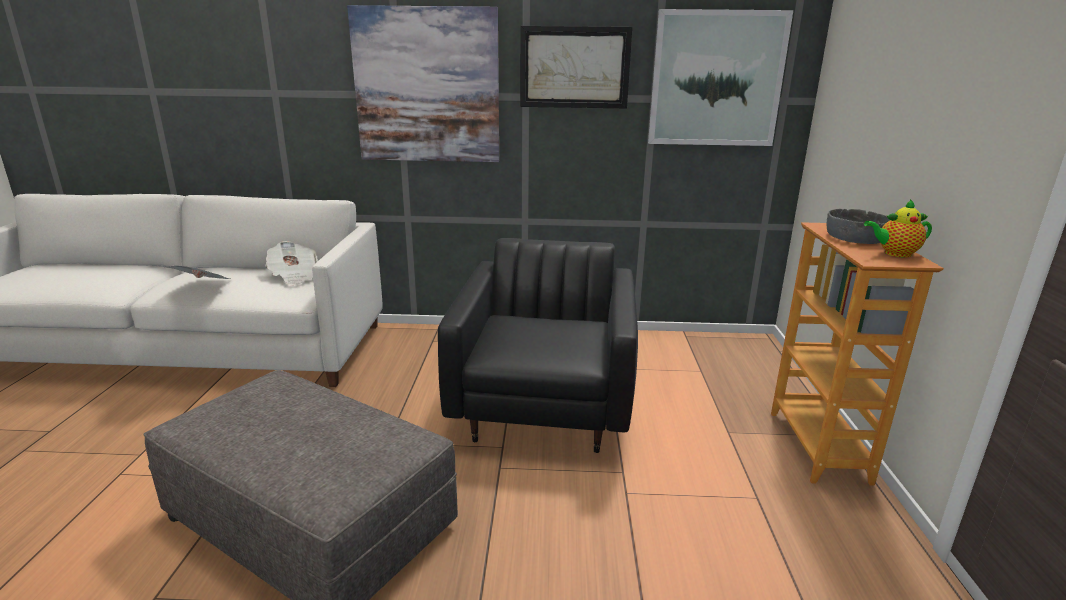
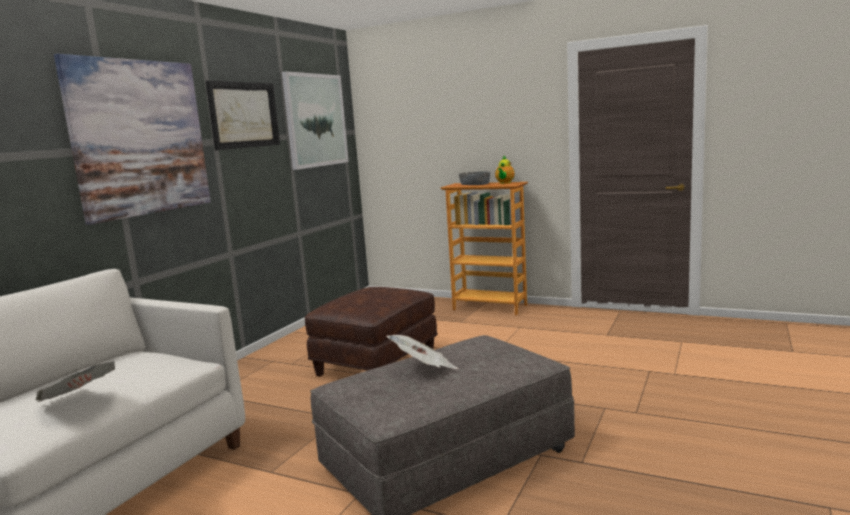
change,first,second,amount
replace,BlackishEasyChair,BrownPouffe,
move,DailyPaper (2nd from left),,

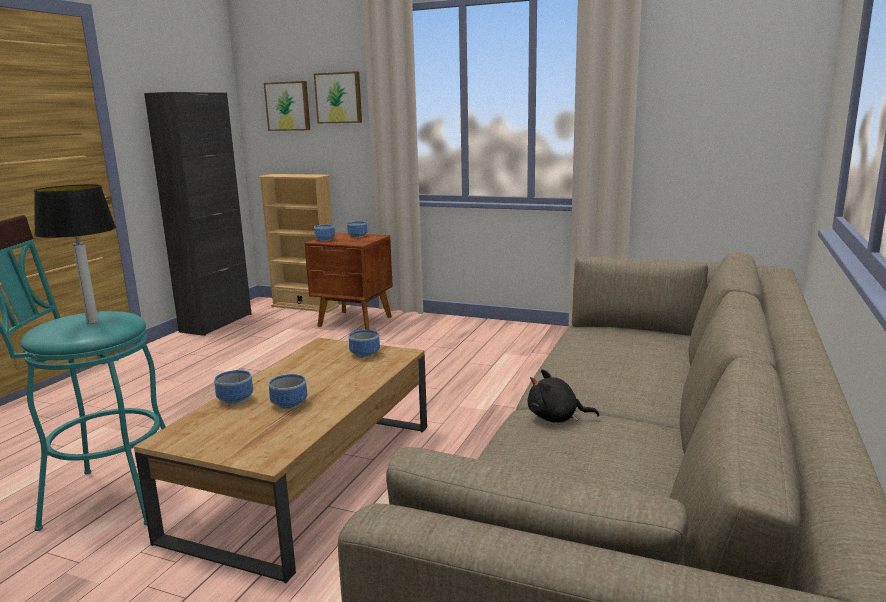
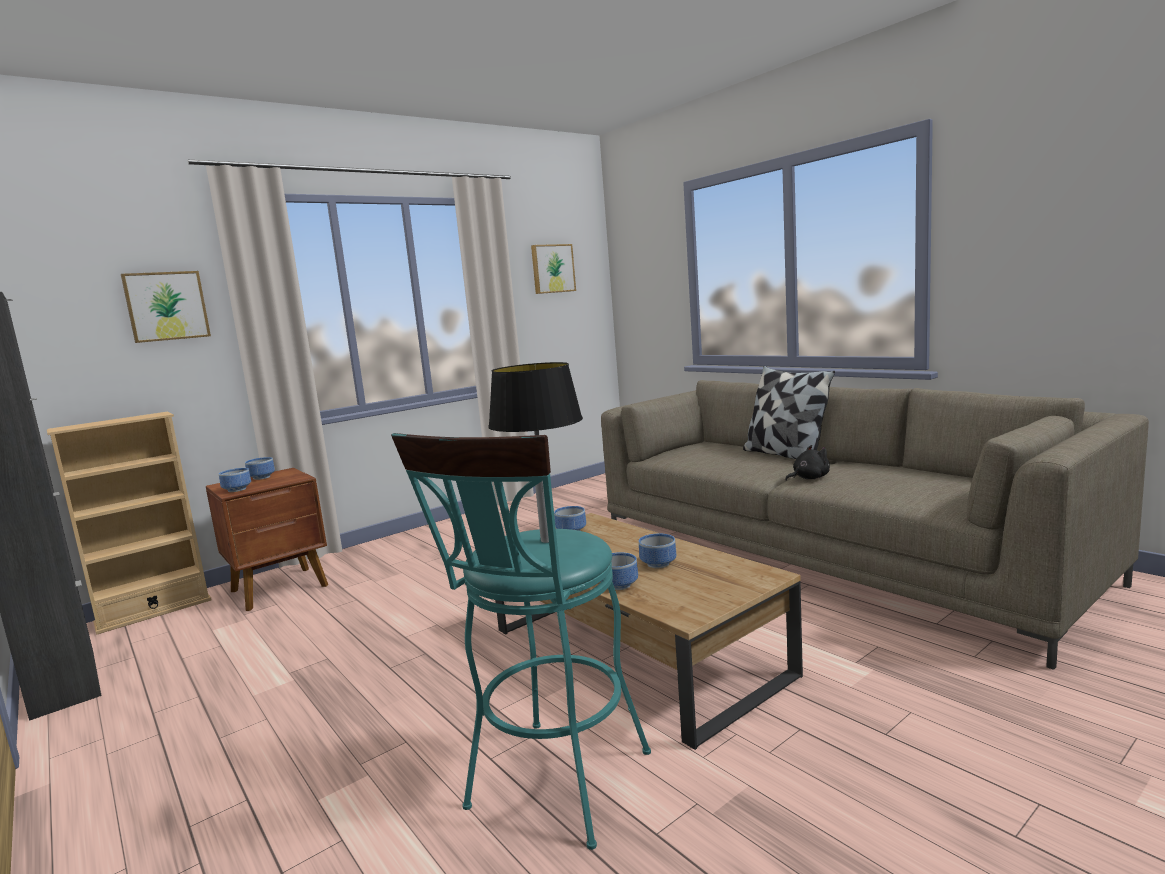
change,first,second,amount
move,WallPicture (1st from left in the first image),WallPicture (2nd from left),
rotate,BlackishSoftToy,,150 degrees counterclockwise
insert,,ThrowPillow,

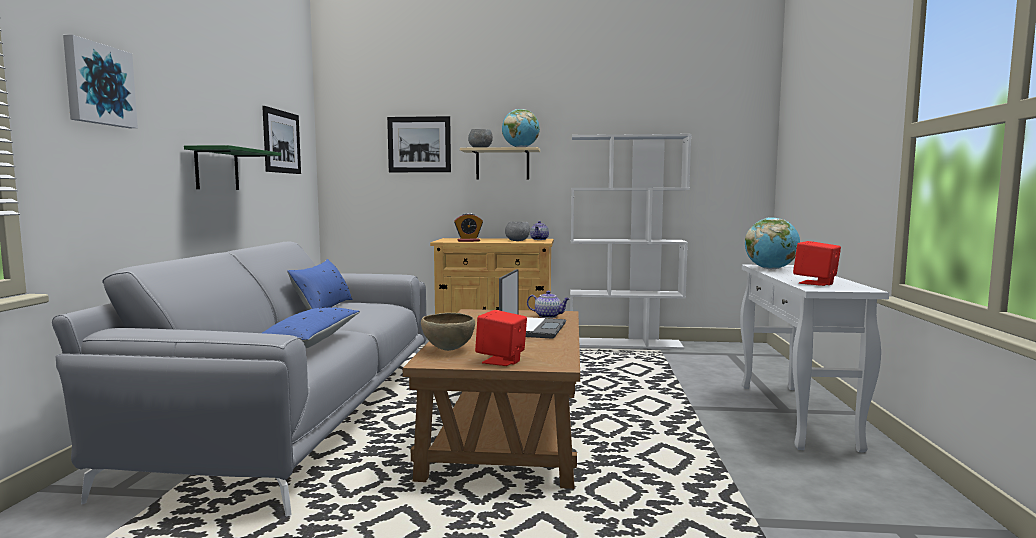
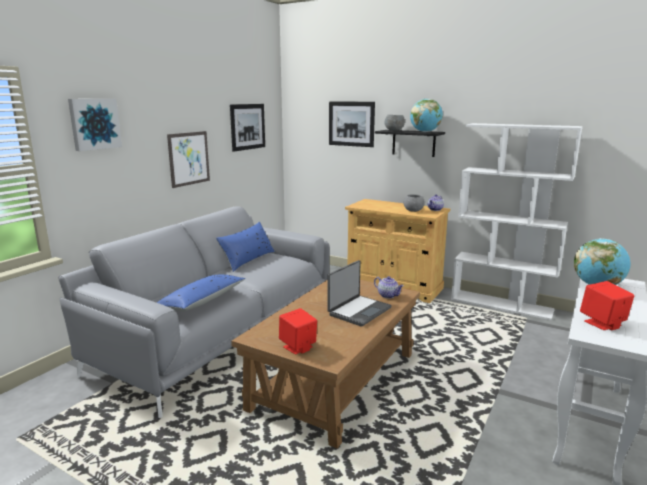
change,first,second,amount
replace,GreenishBracketShelf,WallPicture (2nd from left),
recolor,BeigeColouredBracketShelf,BlackishBracketShelf,
delete,AlarmClock,,
delete,BrownServingBowl,,

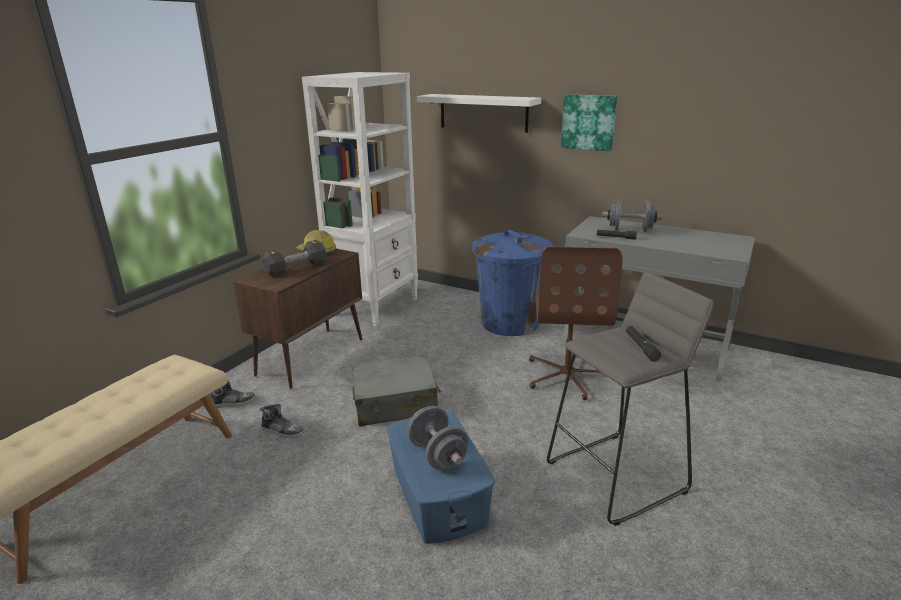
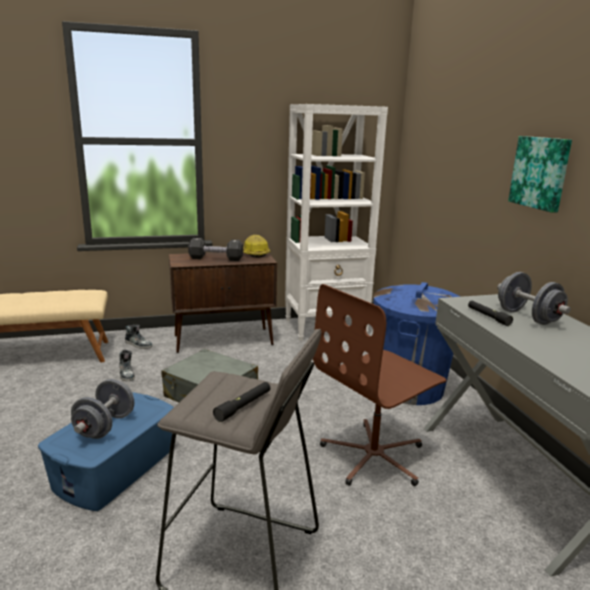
change,first,second,amount
delete,WhiteColouredBracketShelf,,

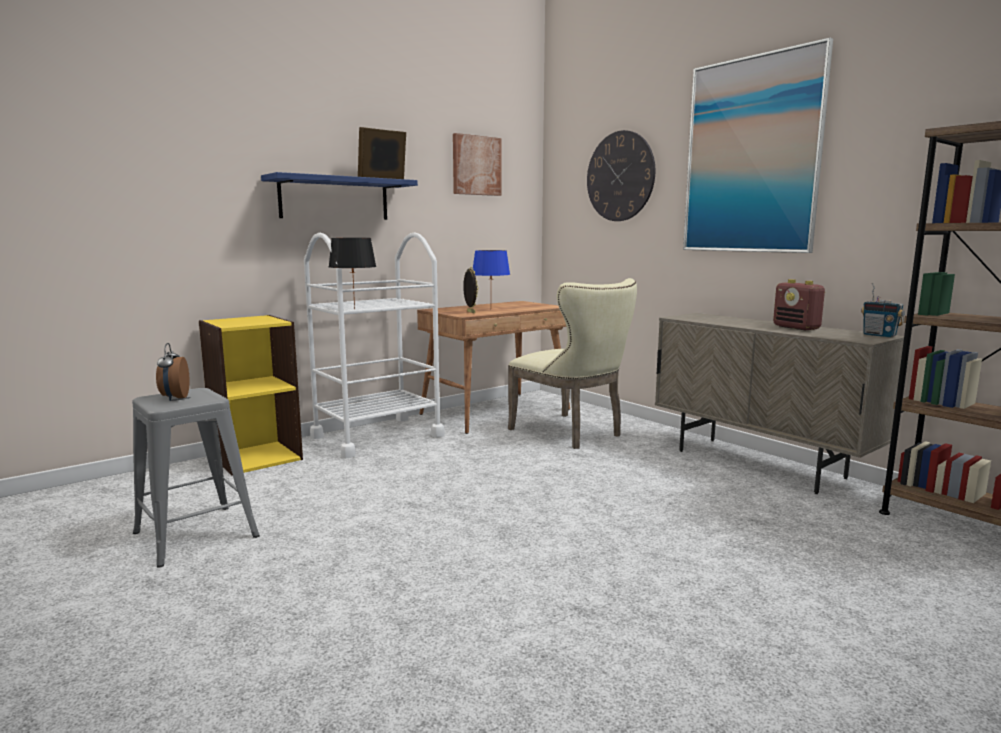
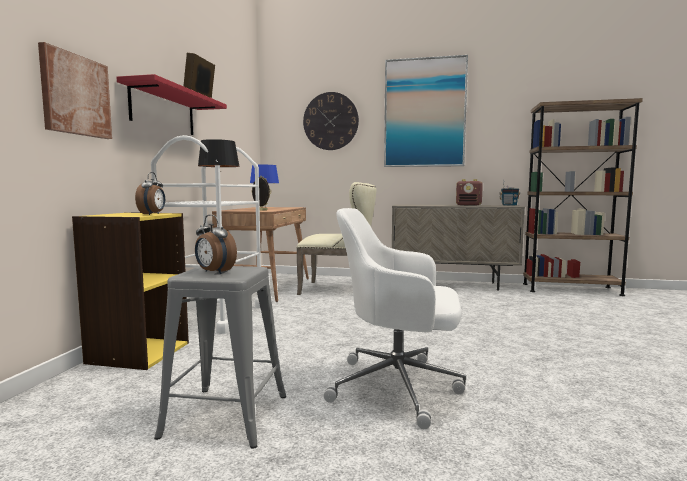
change,first,second,amount
move,WallPicture (1st from left),,
recolor,BluishBracketShelf,RedColouredBracketShelf,
insert,,AlarmClock (1st from left),
insert,,WhiteColouredComputerChair,

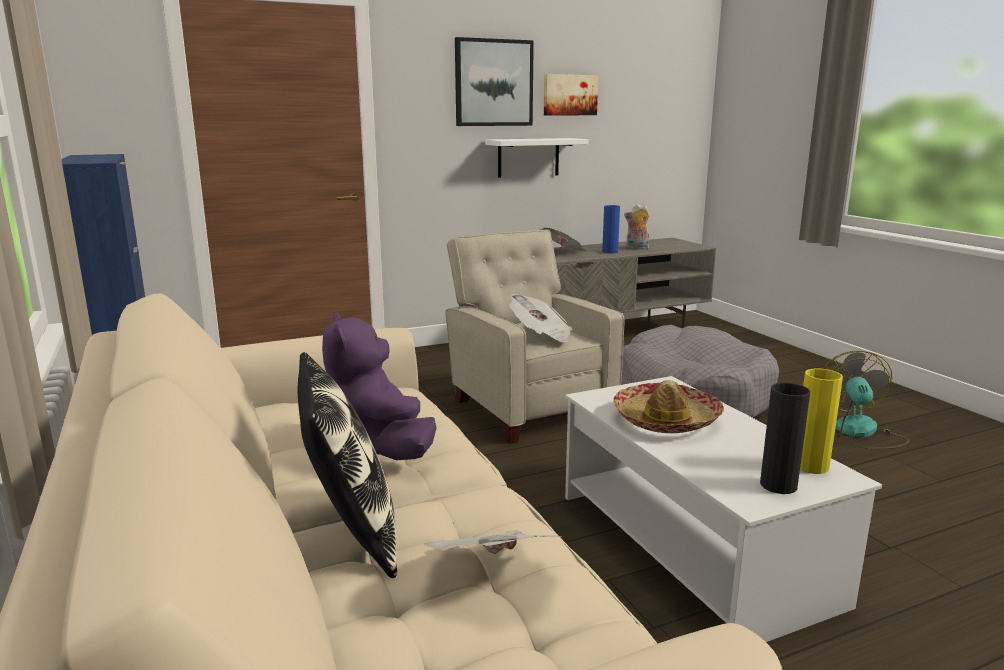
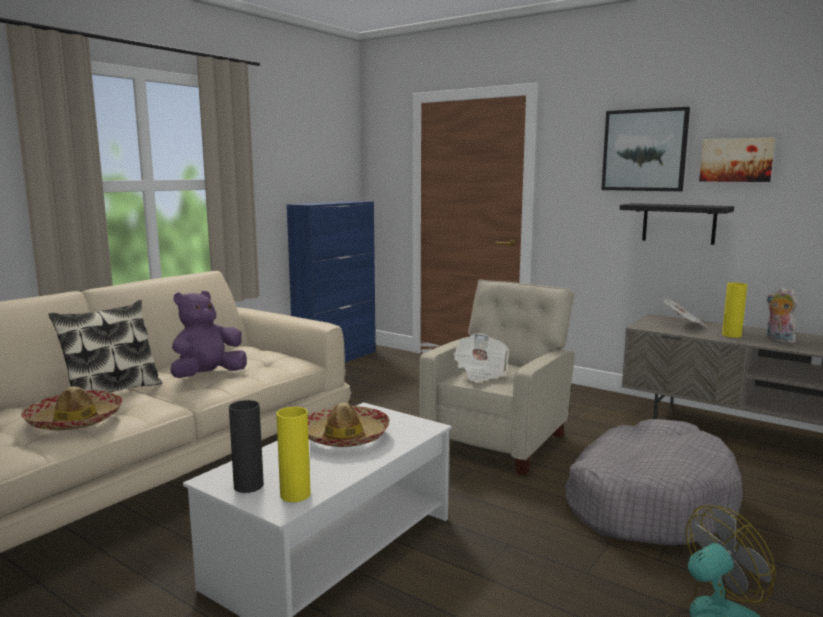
change,first,second,amount
recolor,WhiteColouredBracketShelf,BlackishBracketShelf,
recolor,BluishFlowerVase,YellowFlowerVase (2nd from left),
replace,DailyPaper (1st from left),Hat (1st from left),

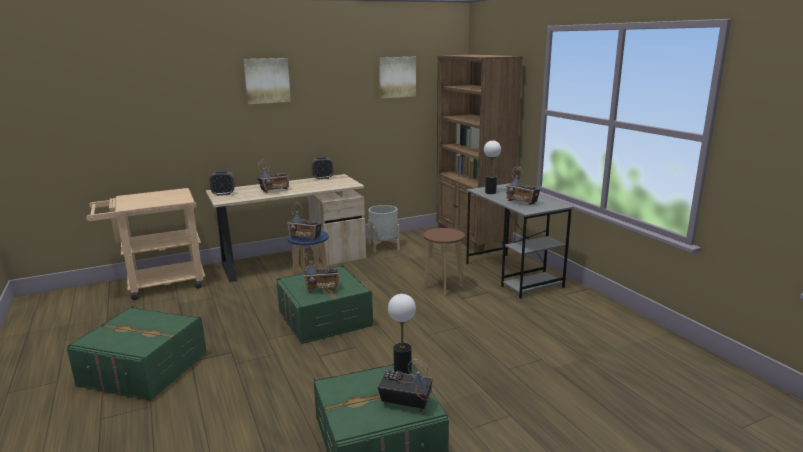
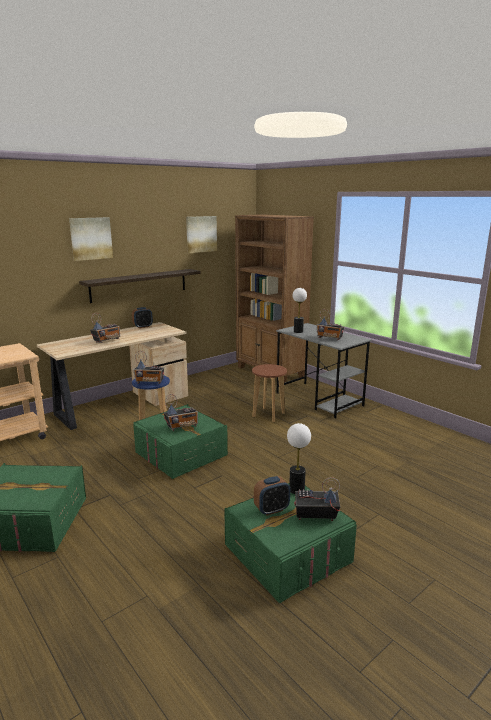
change,first,second,amount
move,AlarmClock (1st from left in the first image),AlarmClock (2nd from left),
delete,GrayFlowerPot,,
insert,,BracketShelf,

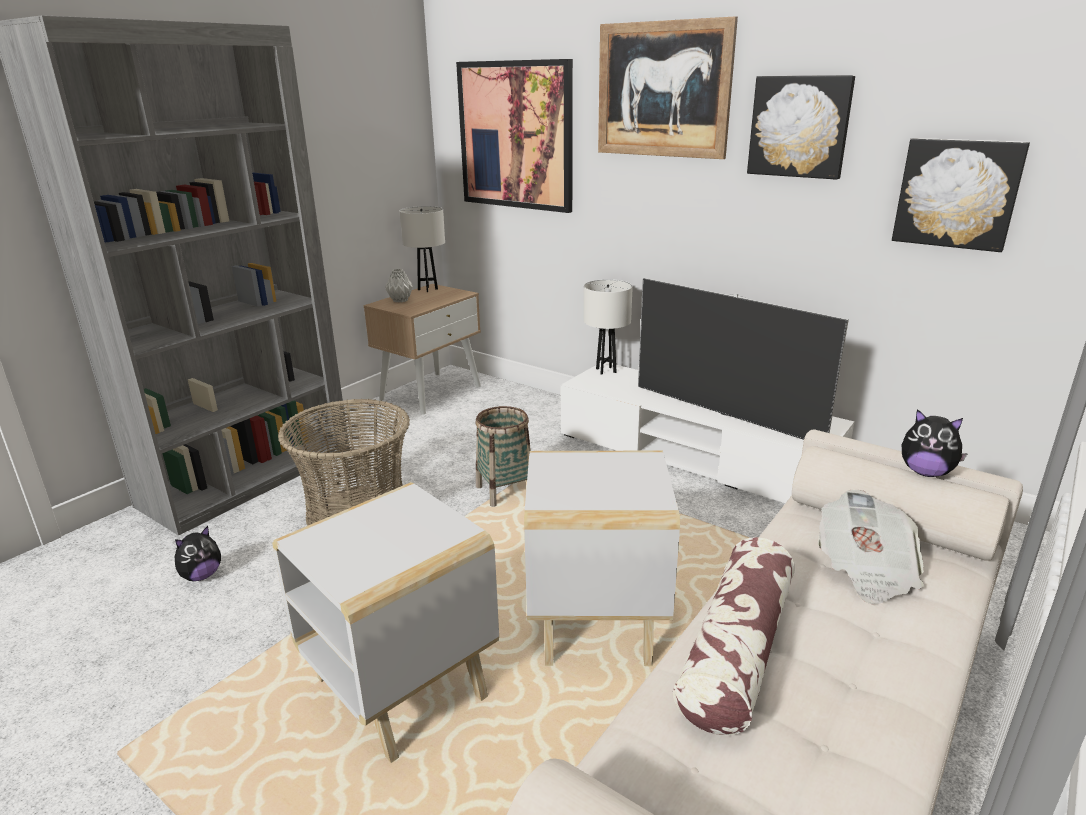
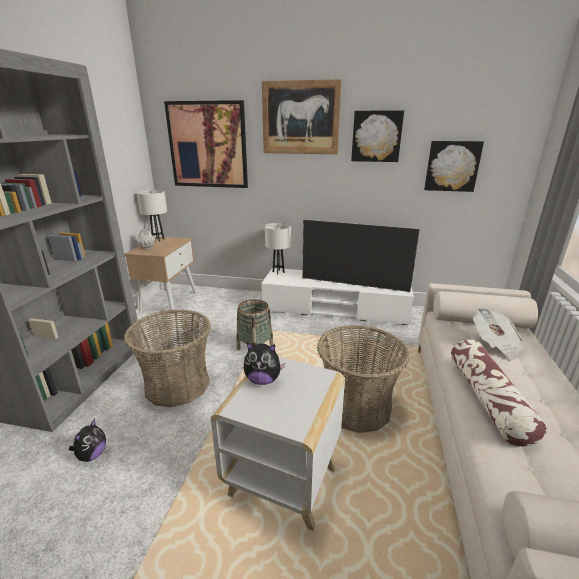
change,first,second,amount
move,SoftToy (2nd from left),,
replace,WhiteColouredEndTable (2nd from left),Basket (3rd from left),

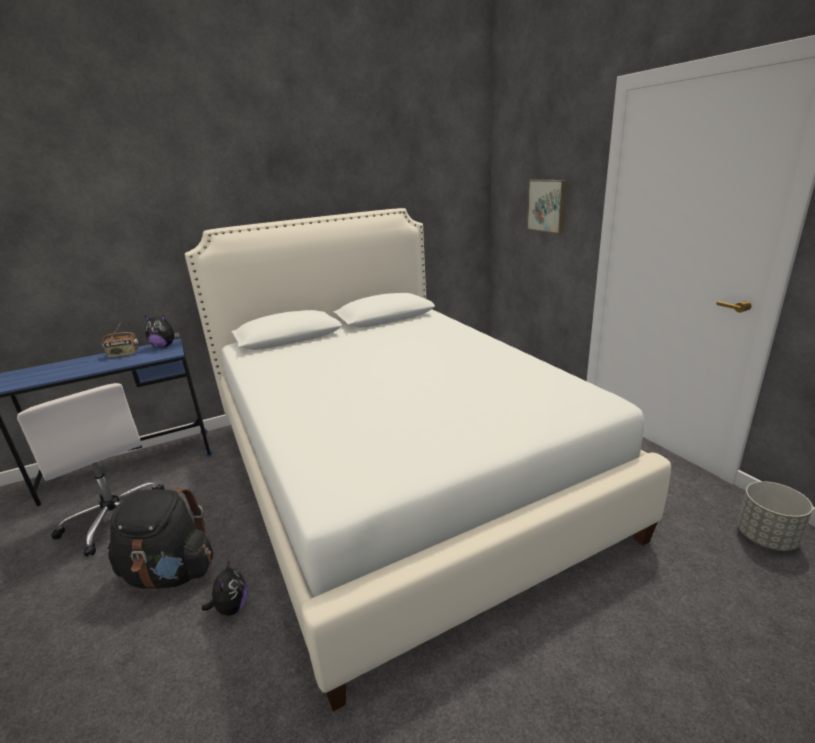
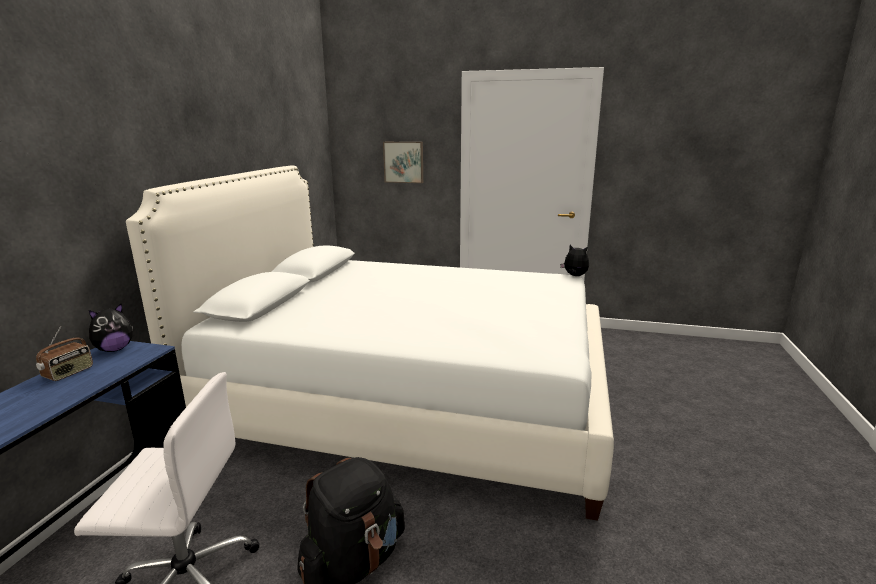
change,first,second,amount
delete,GrayFlowerPot,,
move,SoftToy (2nd from left),,

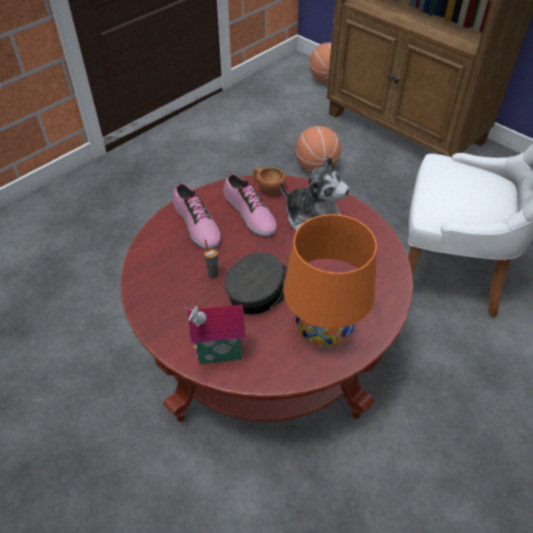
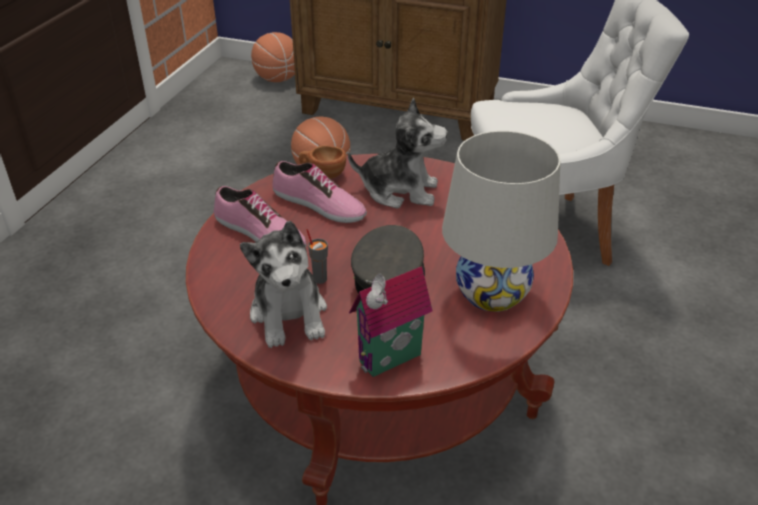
change,first,second,amount
recolor,OrangeyTableLamp,WhiteColouredTableLamp,
insert,,SoftToy (1st from left),

